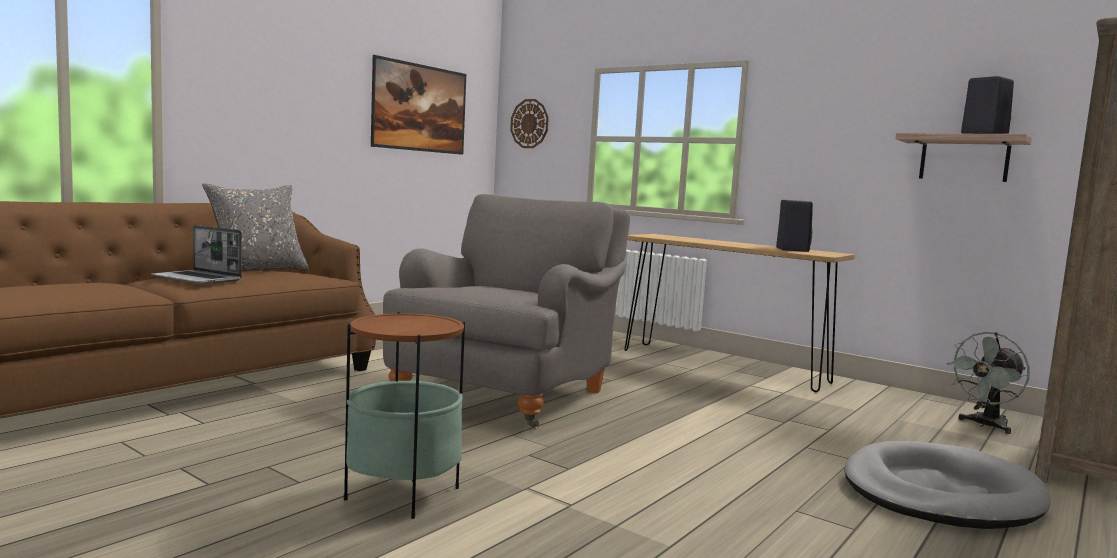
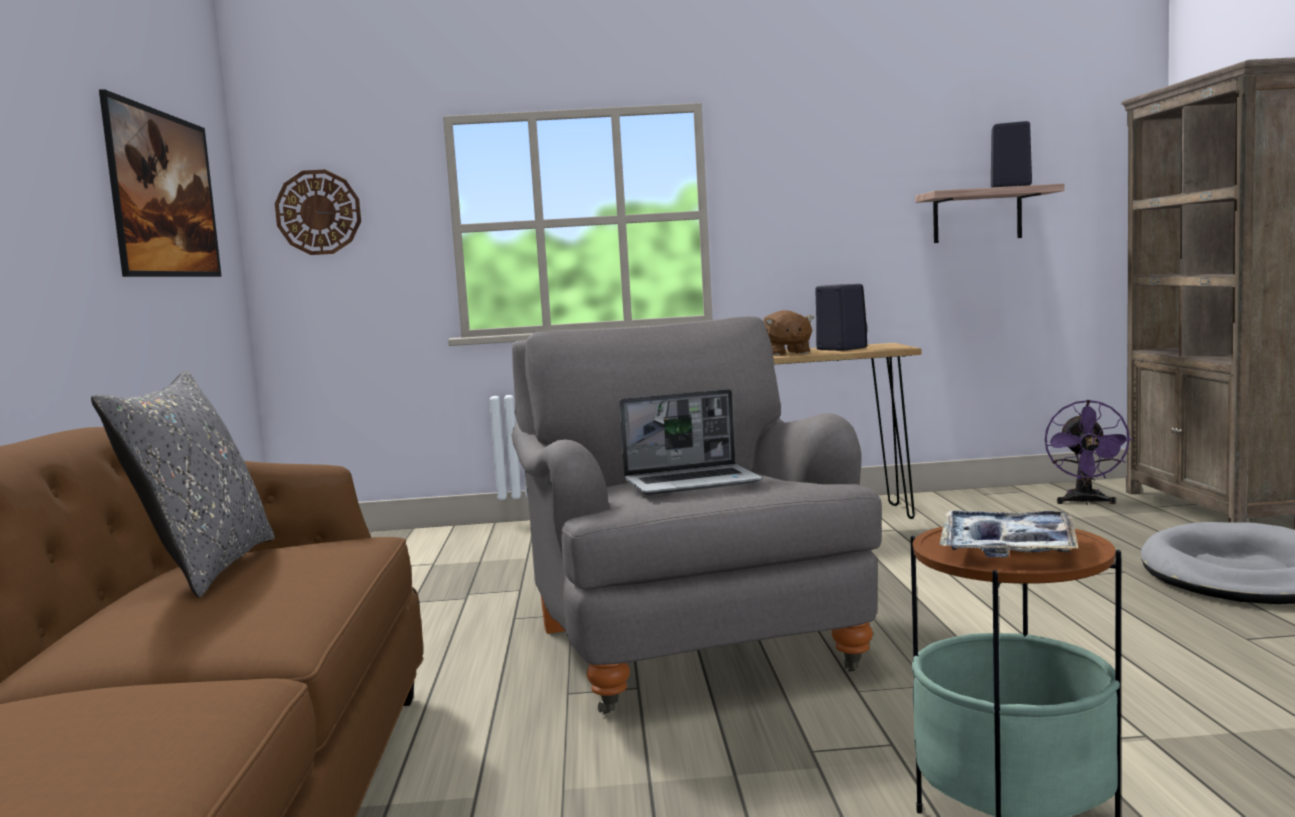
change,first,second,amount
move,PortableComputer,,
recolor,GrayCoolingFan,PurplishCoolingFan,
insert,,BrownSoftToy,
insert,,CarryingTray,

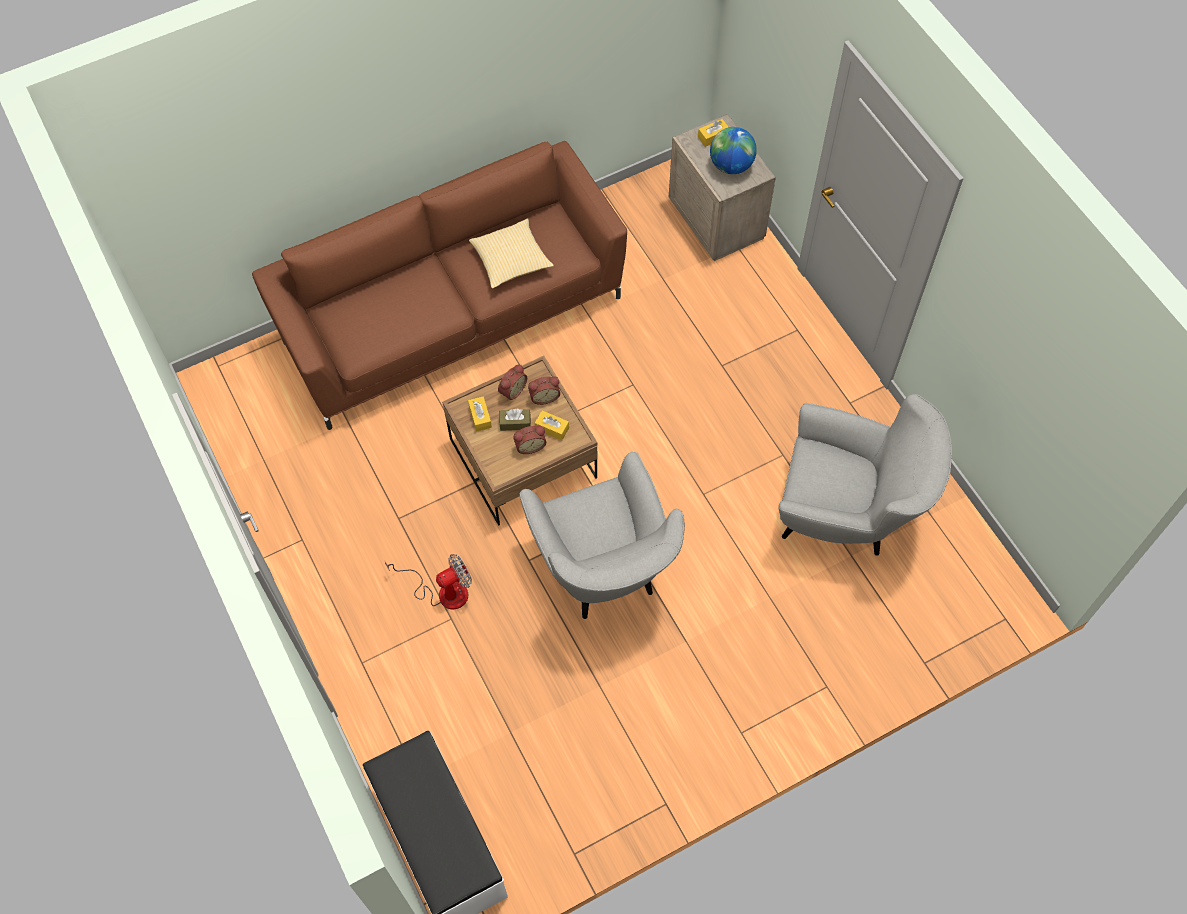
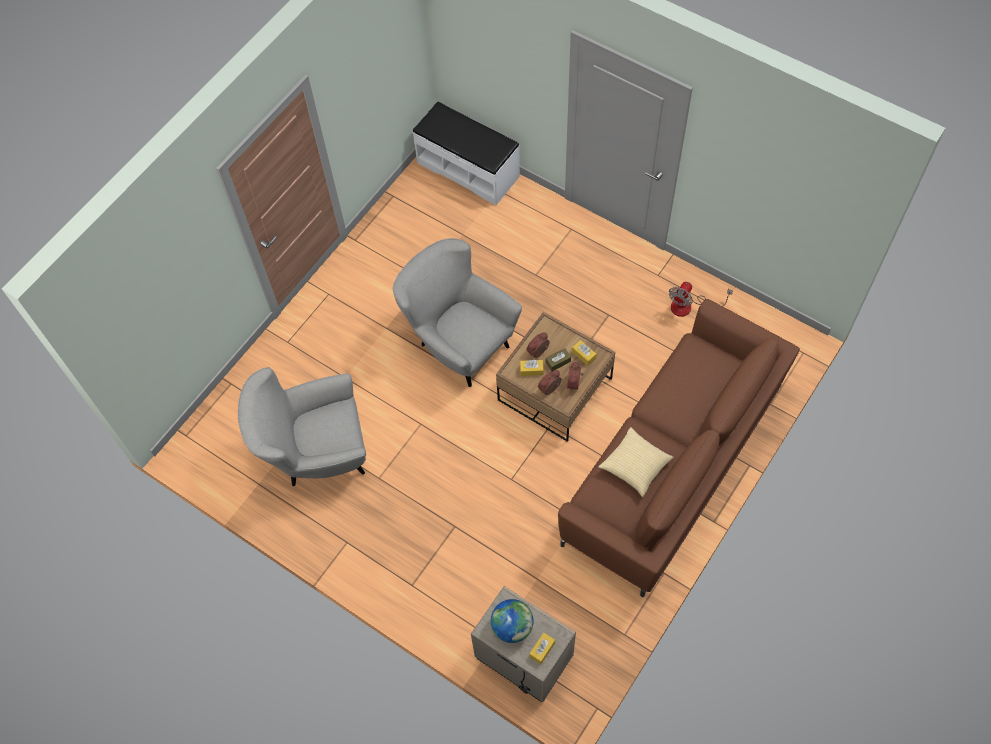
change,first,second,amount
move,CoolingFan,,

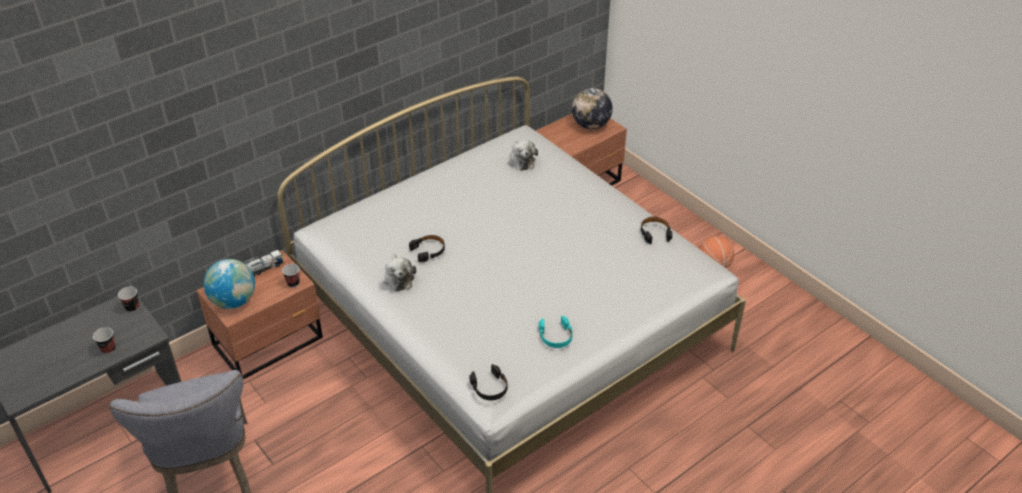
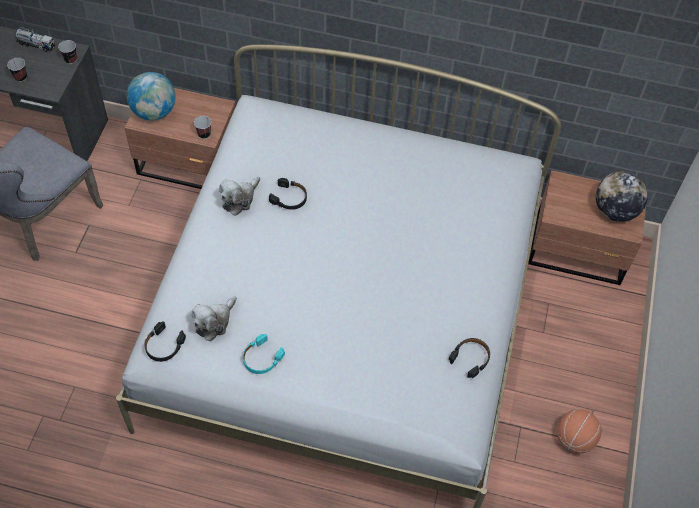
change,first,second,amount
move,SoftToy (2nd from left in the first image),SoftToy (1st from left),
move,ToyTruck,,

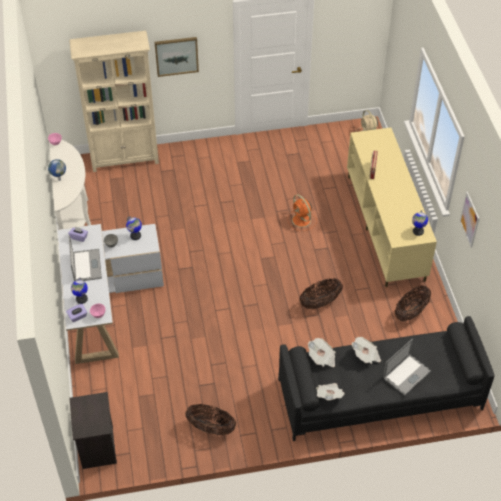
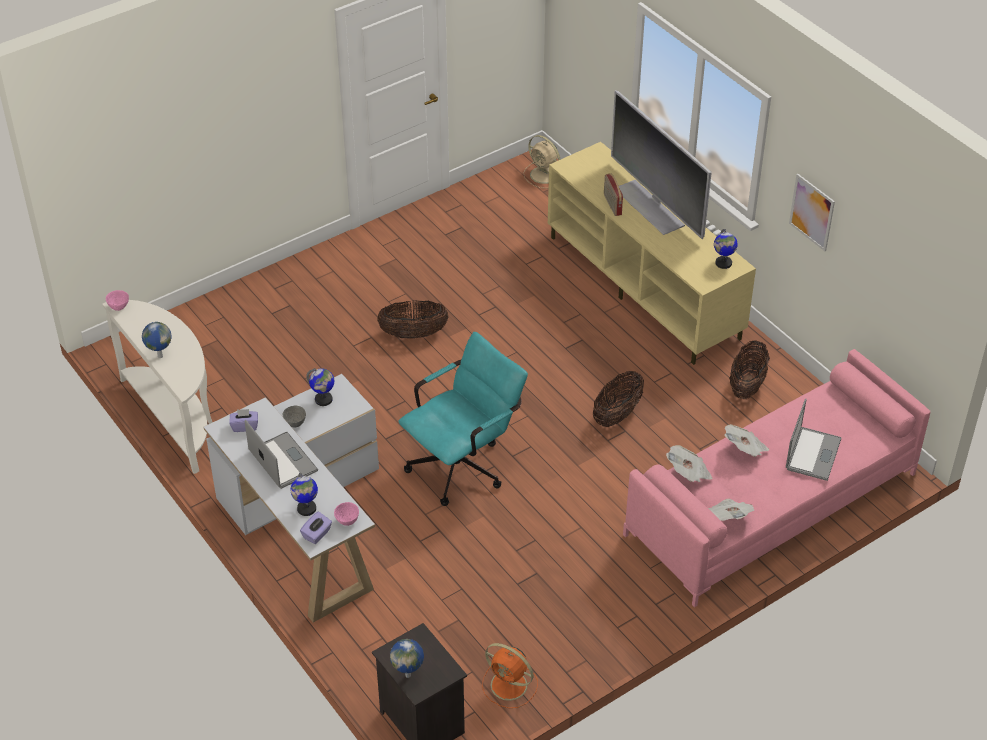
change,first,second,amount
delete,BeigeColouredBookcase,,
delete,WallPicture (1st from left),,
move,OrangeyCoolingFan,,
recolor,BlackishCouch,PinkColouredCouch,
move,Basket (1st from left),,
insert,,Tv,
insert,,TurquoiseColouredComputerChair,
insert,,WorldGlobe (4th from left),

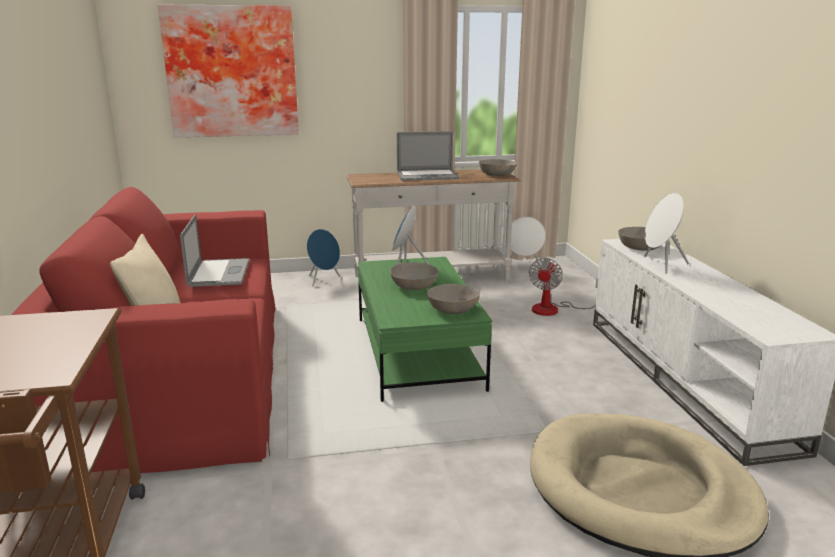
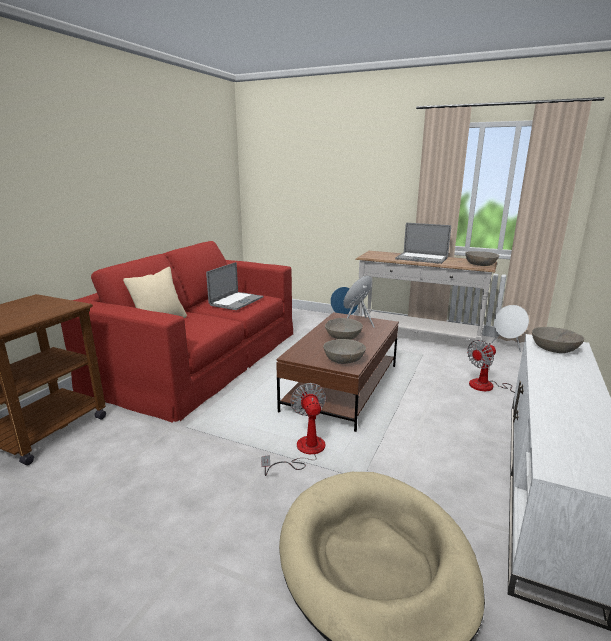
change,first,second,amount
delete,WallPicture,,
delete,WhiteColouredLoudspeaker (2nd from left),,
recolor,GreenishLoungeTable,BrownLoungeTable,
insert,,CoolingFan (1st from left),

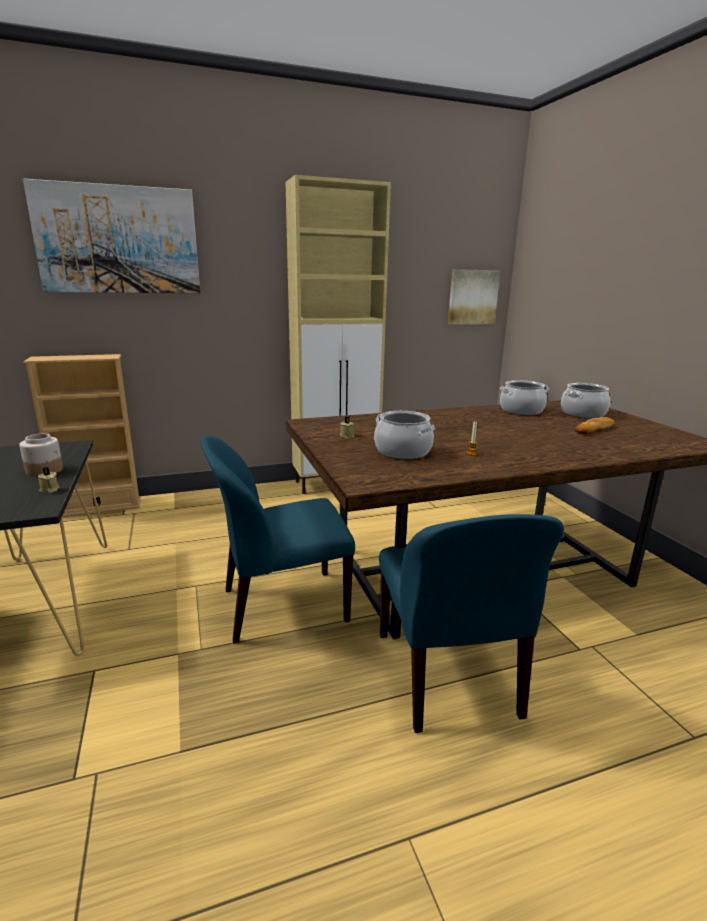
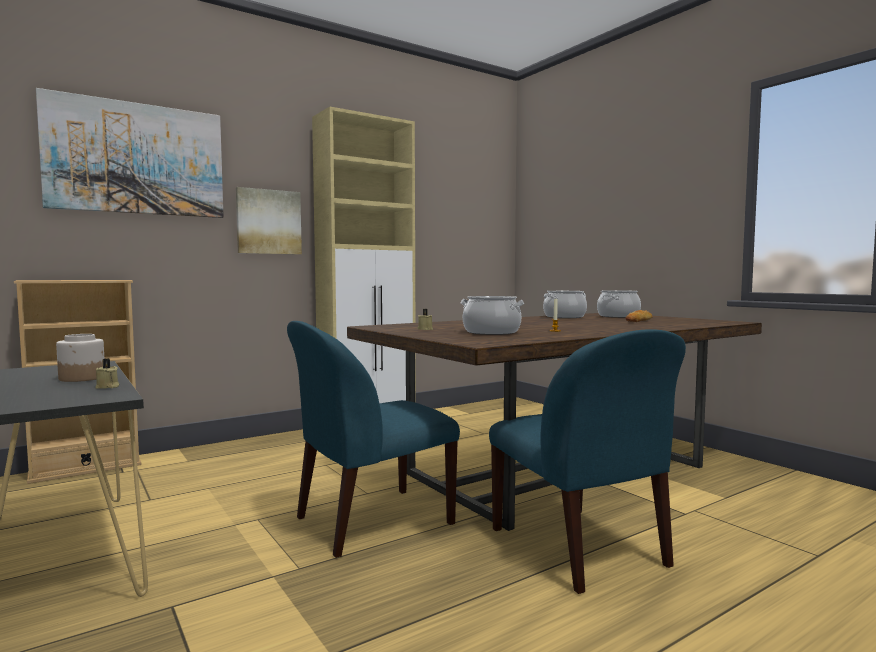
change,first,second,amount
move,WallPicture (2nd from left),,

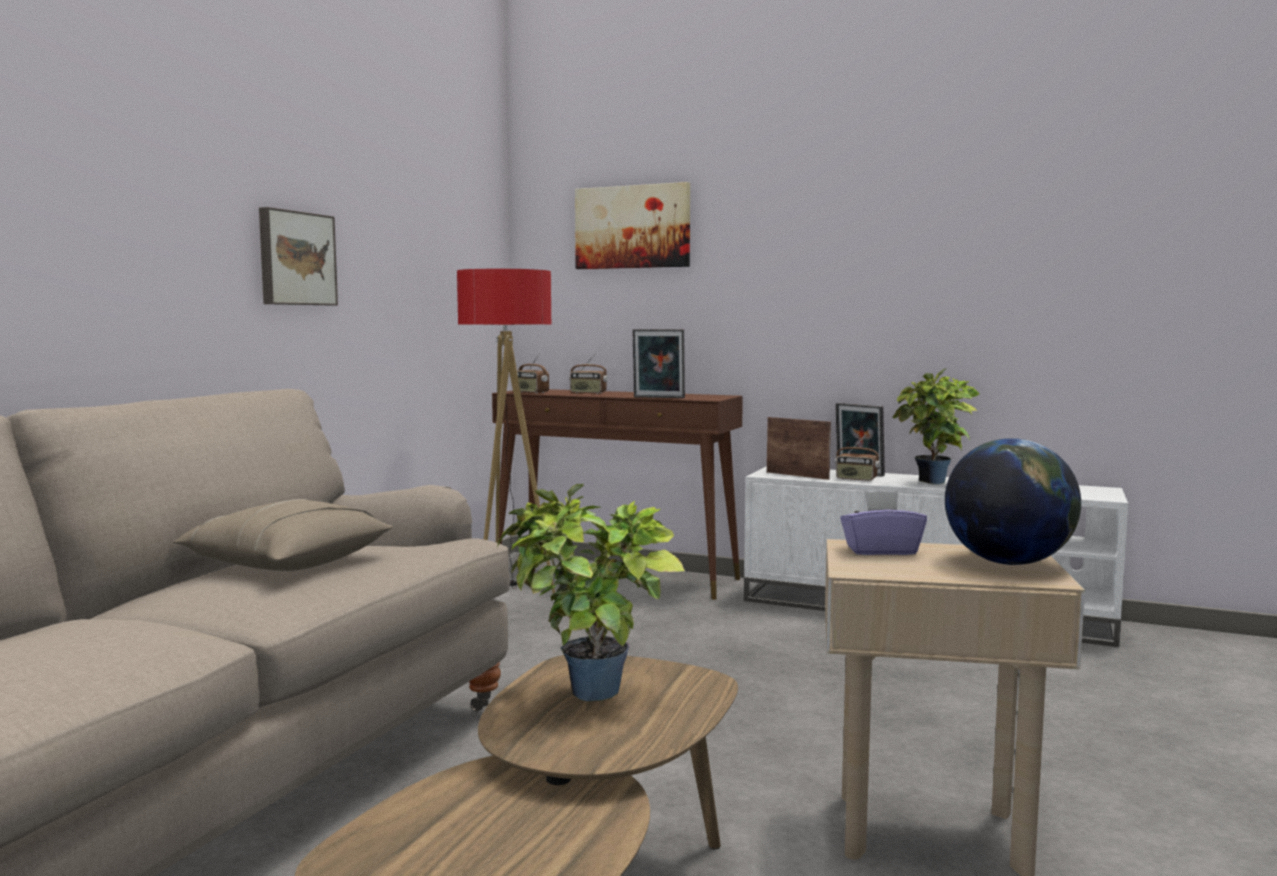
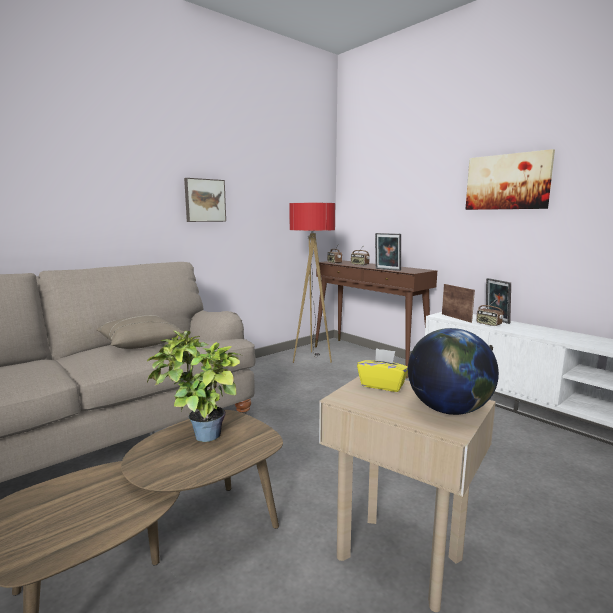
change,first,second,amount
move,WallPicture (2nd from left),,
delete,Houseplant (2nd from left),,
recolor,PurplishTissueBox,YellowTissueBox,

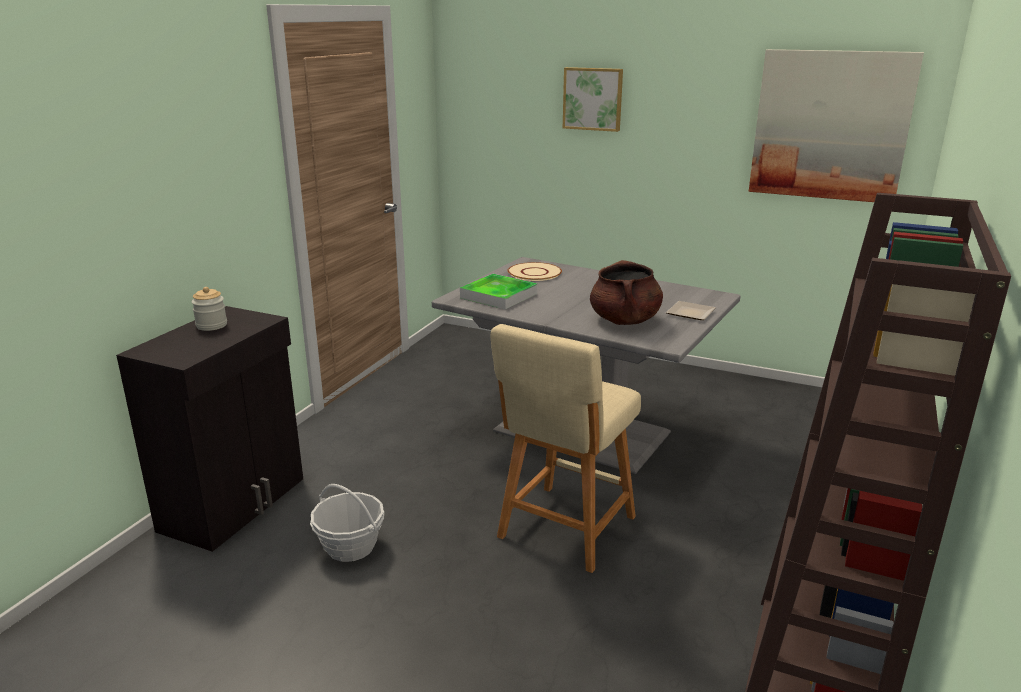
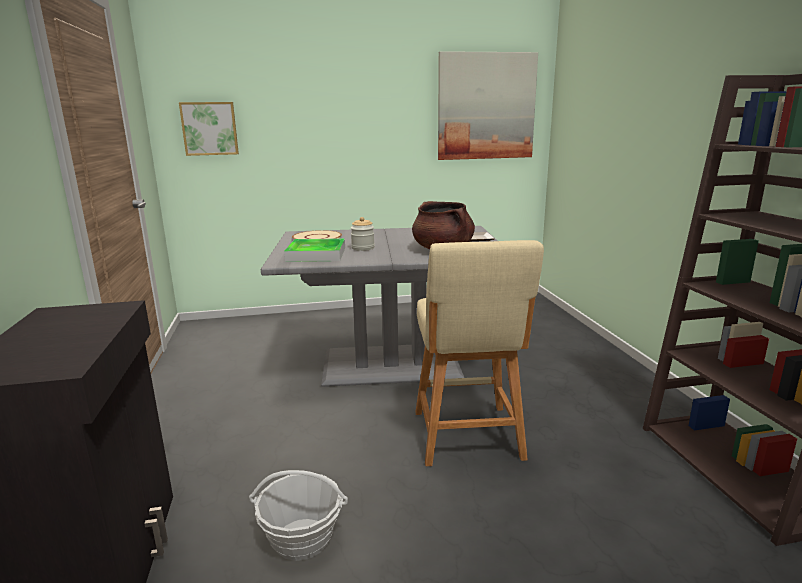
change,first,second,amount
move,WallPicture (1st from left),,
move,Jar,,

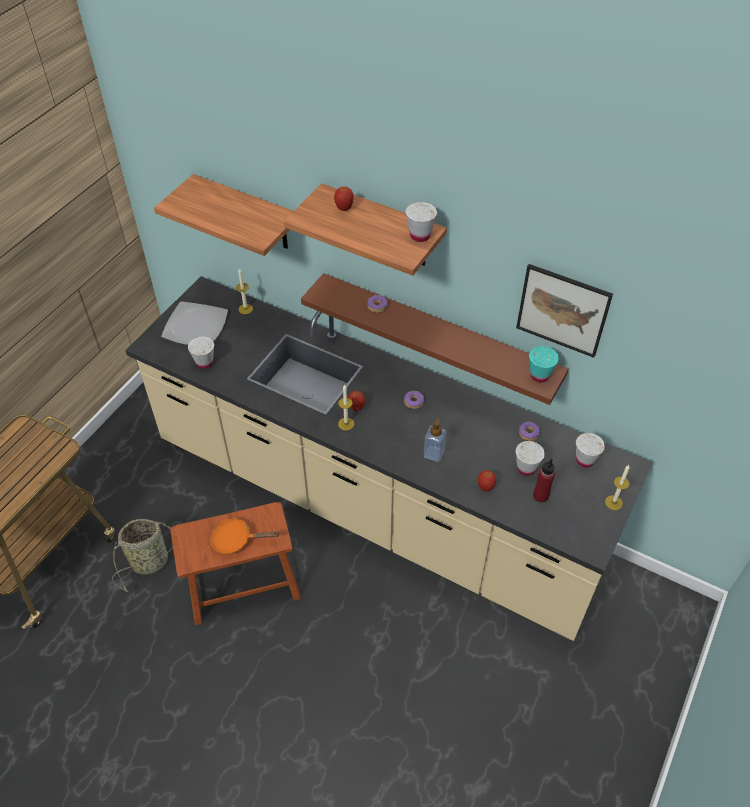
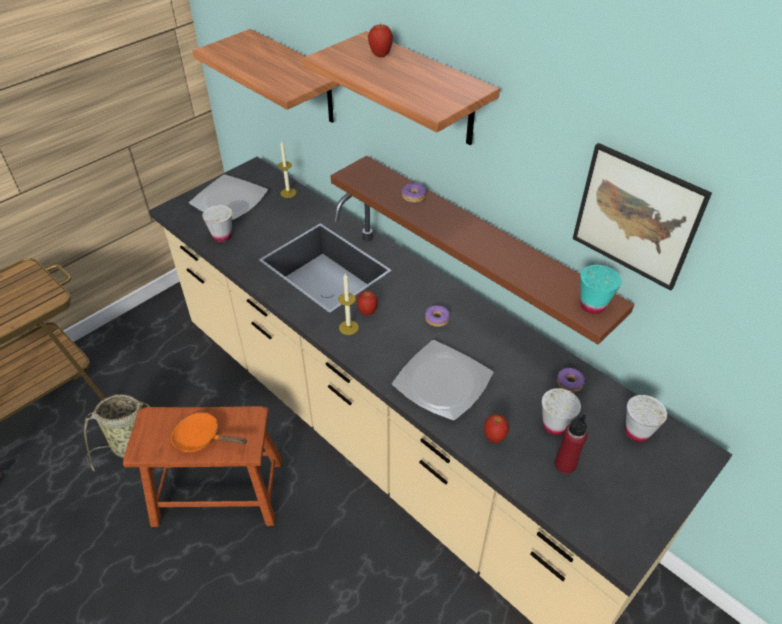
change,first,second,amount
delete,WhiteColouredSmallCup (2nd from left),,
replace,SoapBottle,FlatDish (2nd from left),
delete,WaxLight (3rd from left),,

